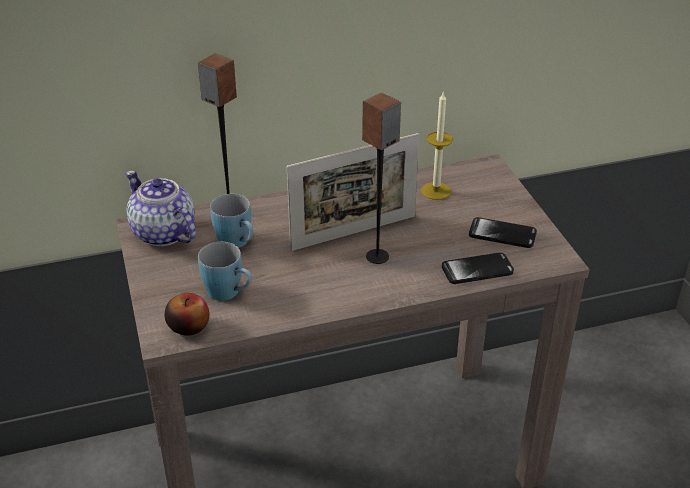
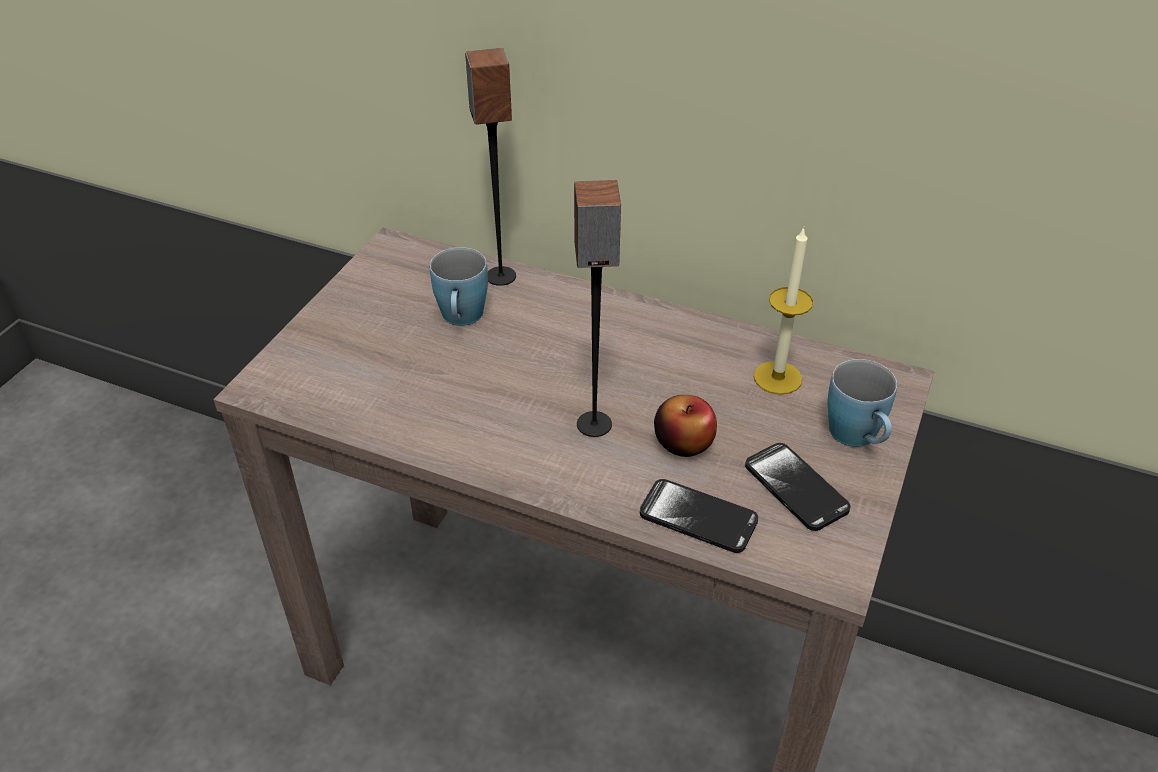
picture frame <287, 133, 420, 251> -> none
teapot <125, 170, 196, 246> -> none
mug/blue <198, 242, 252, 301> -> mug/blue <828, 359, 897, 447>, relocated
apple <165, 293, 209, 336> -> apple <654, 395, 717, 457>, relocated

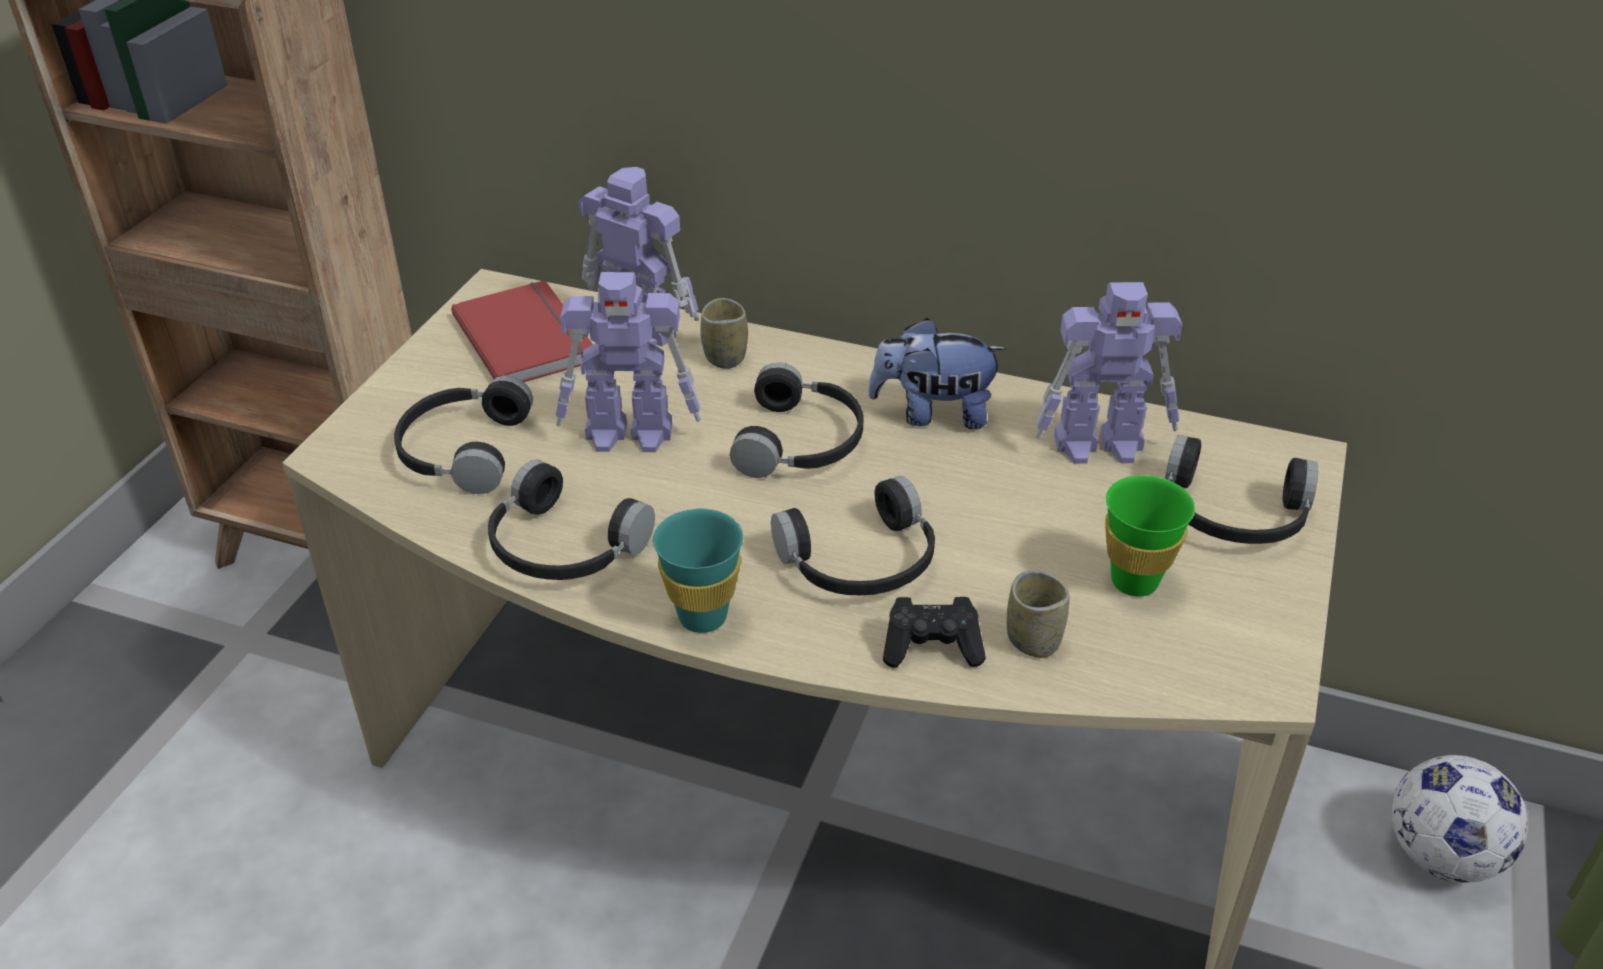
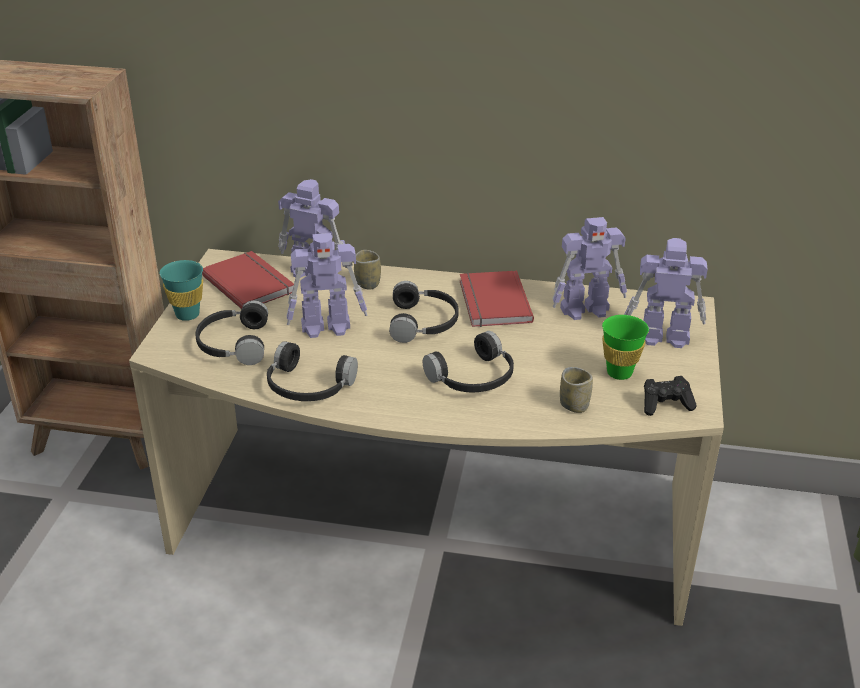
plush toy <868, 318, 1007, 429> -> book/red <460, 271, 534, 327>
headphones/black <1165, 435, 1318, 544> -> toy robot <624, 238, 708, 348>
cup/turquoise <653, 509, 743, 633> -> cup/turquoise <160, 260, 203, 321>, relocated
game controller/black <883, 597, 986, 668> -> game controller/black <644, 376, 697, 416>, relocated
football <1392, 755, 1528, 883> -> none

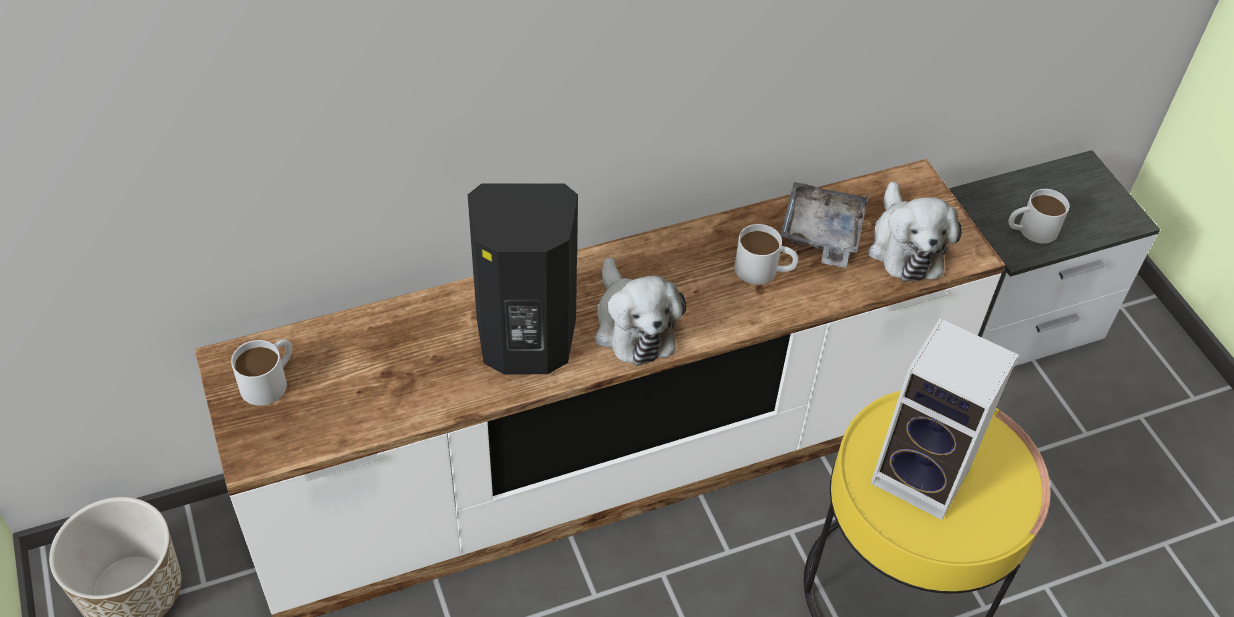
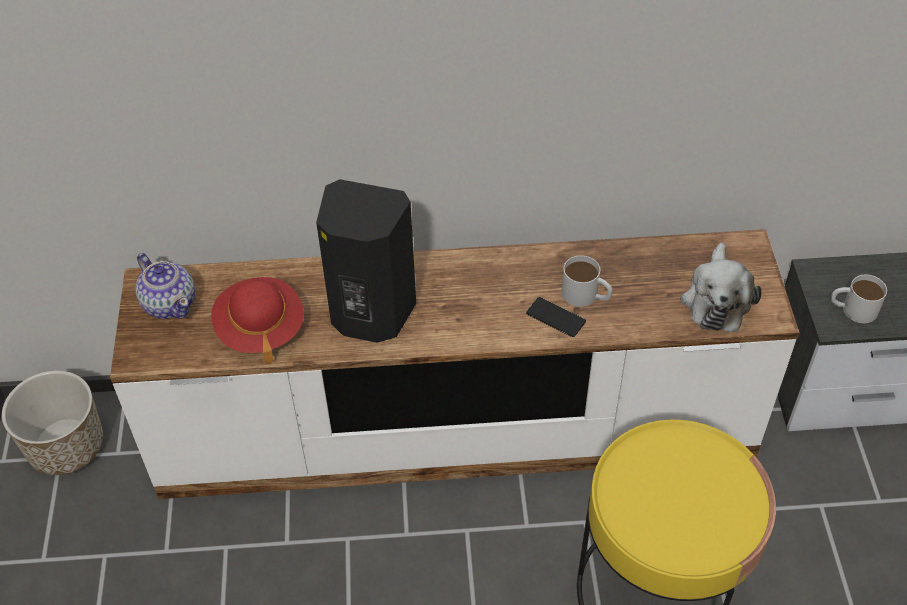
tray/grey <780, 182, 869, 268> -> none
plush toy <595, 257, 686, 366> -> none
speaker <871, 318, 1018, 520> -> none
mug/white <231, 339, 292, 406> -> teapot <136, 253, 195, 319>
none -> hat/red <211, 277, 304, 364>
none -> phone <526, 297, 586, 337>

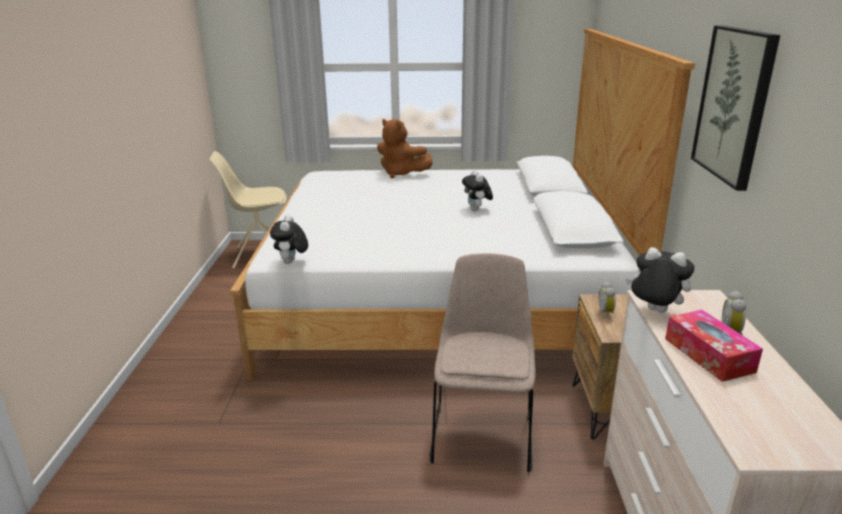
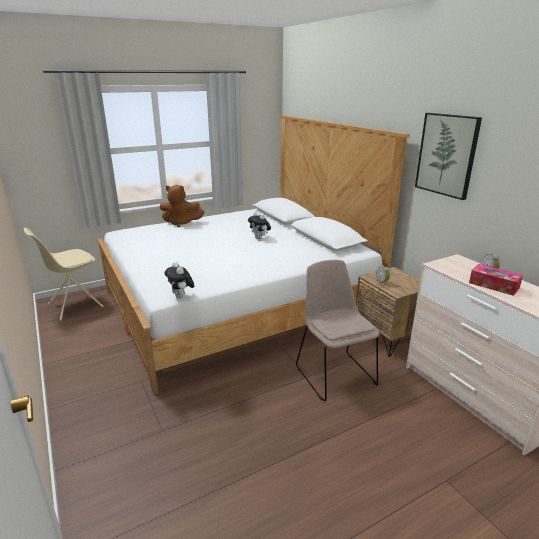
plush toy <626, 247, 694, 313> -> none

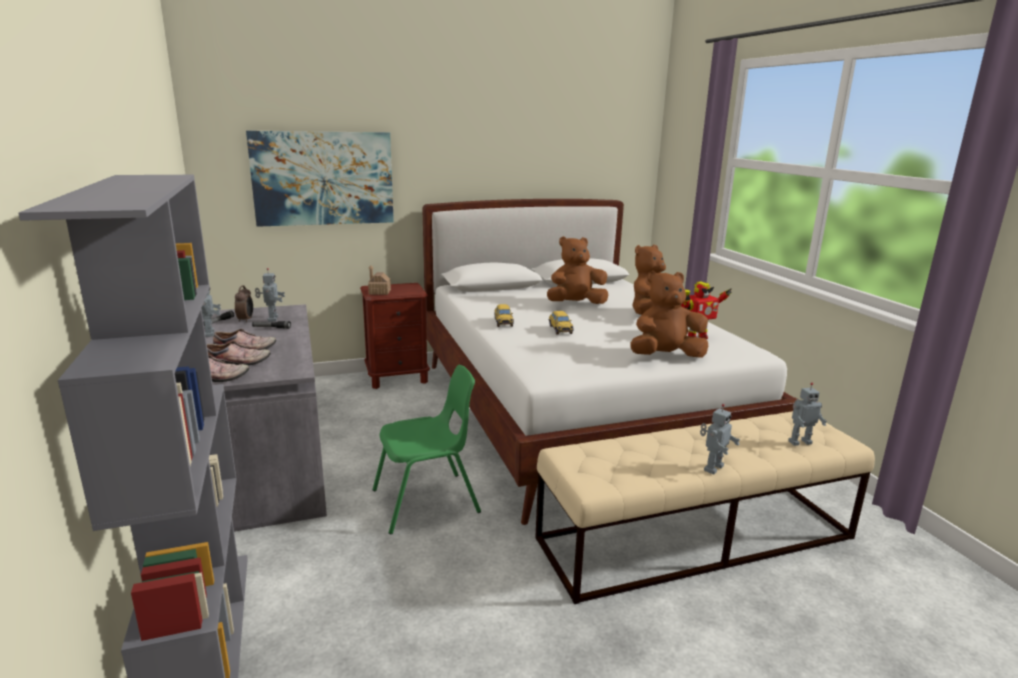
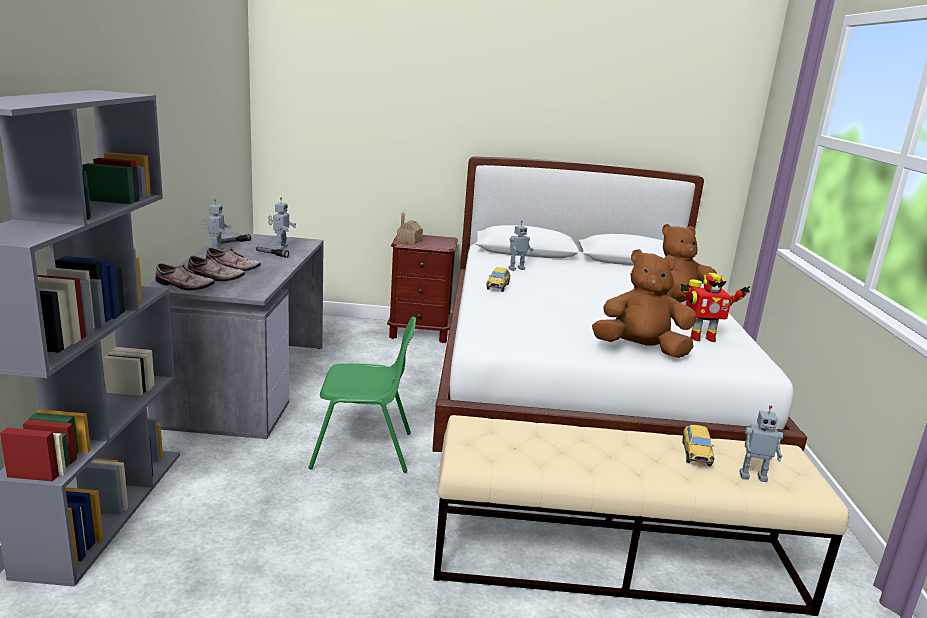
picture <246, 131, 394, 227> -> none
plush toy/brown <547, 236, 608, 304> -> none
alarm clock <235, 285, 253, 323> -> none
toy car <549, 311, 574, 335> -> toy car <682, 425, 714, 466>, relocated
toy robot <700, 404, 740, 474> -> toy robot <508, 221, 533, 271>, relocated

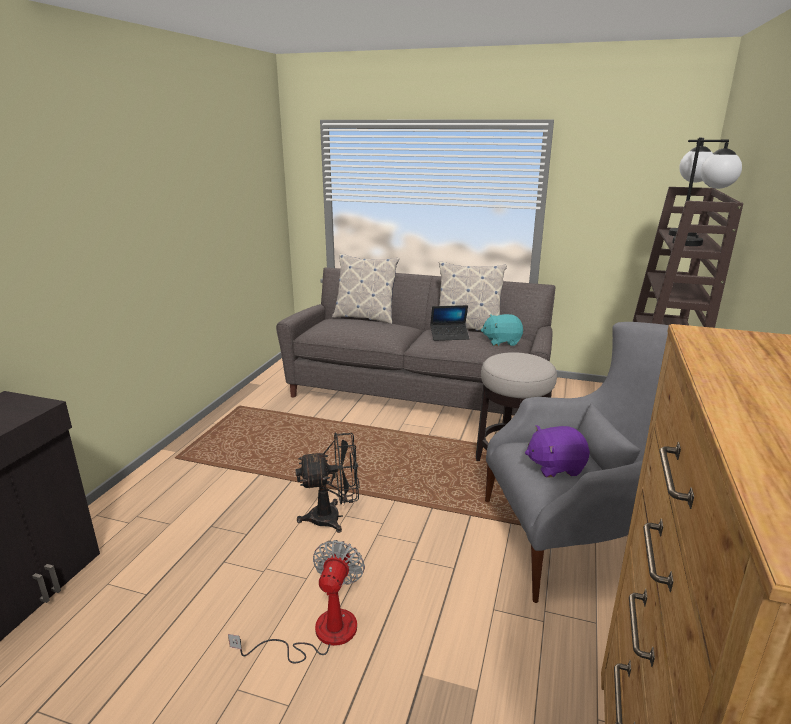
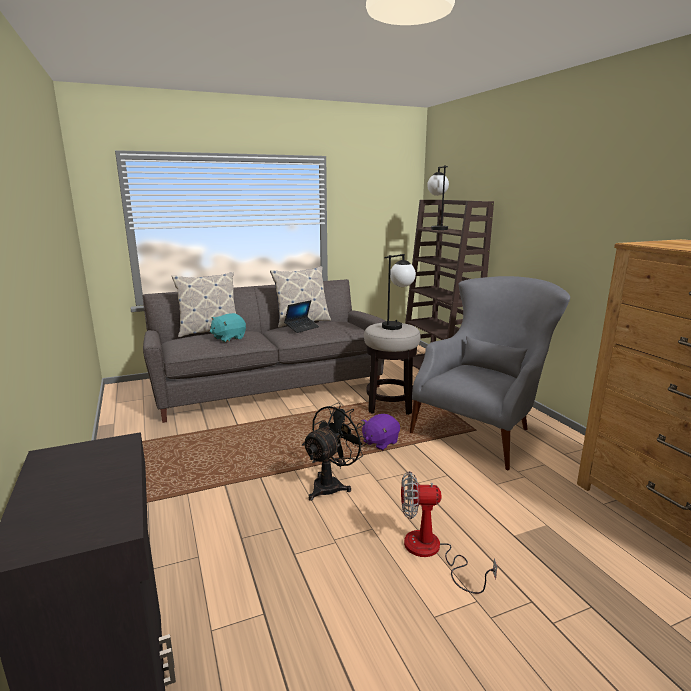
table lamp <672, 139, 742, 246> -> table lamp <382, 254, 416, 330>, relocated
plush toy/turquoise <481, 314, 523, 346> -> plush toy/turquoise <210, 313, 246, 342>, relocated
plush toy/purple <525, 425, 590, 477> -> plush toy/purple <362, 414, 400, 450>, relocated
fan <228, 540, 365, 664> -> fan <401, 471, 497, 594>, 60 degrees counterclockwise

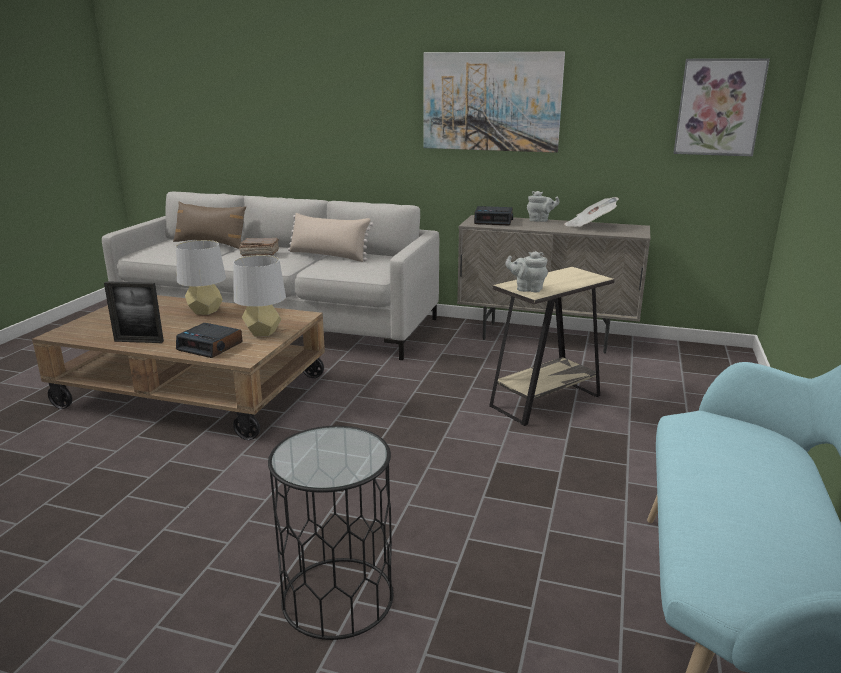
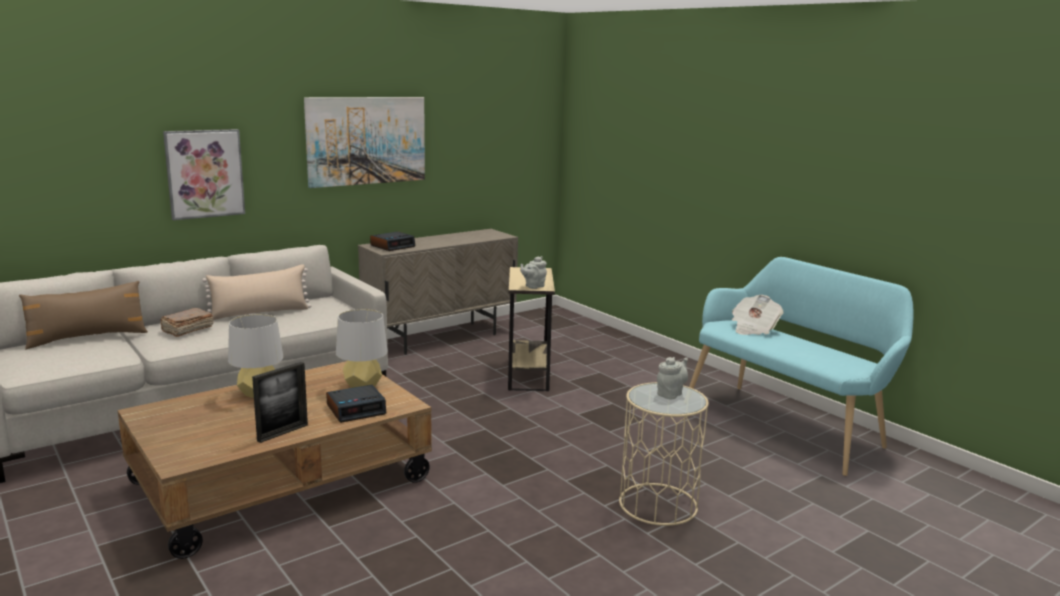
picture <674, 58, 770, 156> -> picture <163, 129, 245, 220>, relocated
teapot/grey <527, 191, 560, 222> -> teapot/grey <657, 357, 688, 399>, relocated
newspaper <564, 197, 619, 227> -> newspaper <732, 295, 783, 335>, relocated
side table/black <268, 426, 393, 640> -> side table/beige <619, 382, 709, 526>

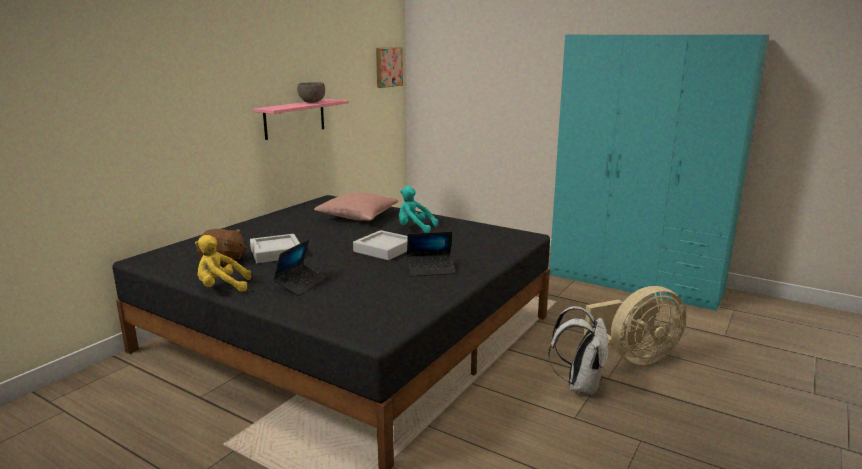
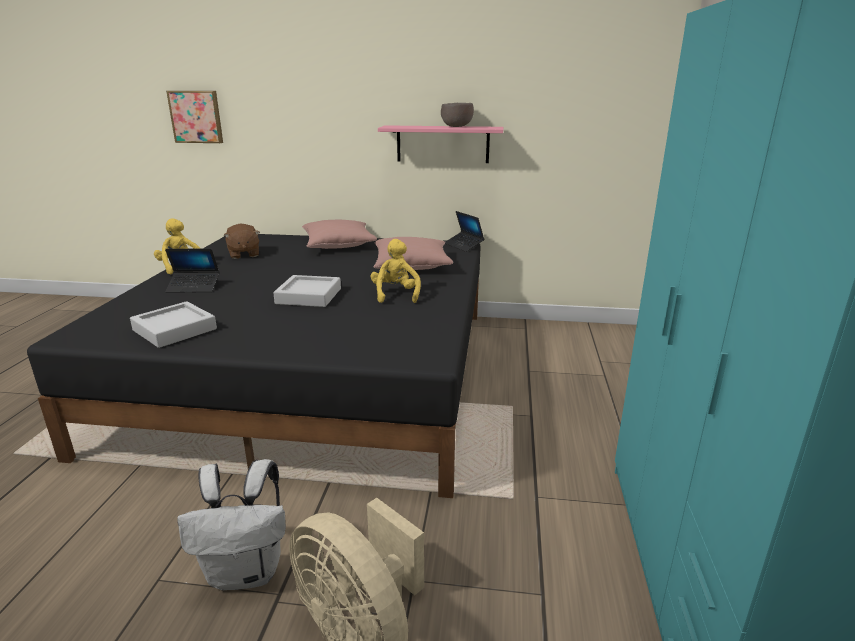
picture <376, 47, 403, 88> -> picture <166, 91, 223, 143>, relocated
plush toy/turquoise <399, 186, 438, 233> -> plush toy/yellow <371, 239, 421, 303>
laptop <407, 232, 455, 276> -> laptop <445, 211, 485, 252>, relocated
tray/grey <250, 234, 300, 263> -> tray/grey <130, 301, 217, 348>, relocated
none -> pillow/pink <302, 220, 377, 249>

